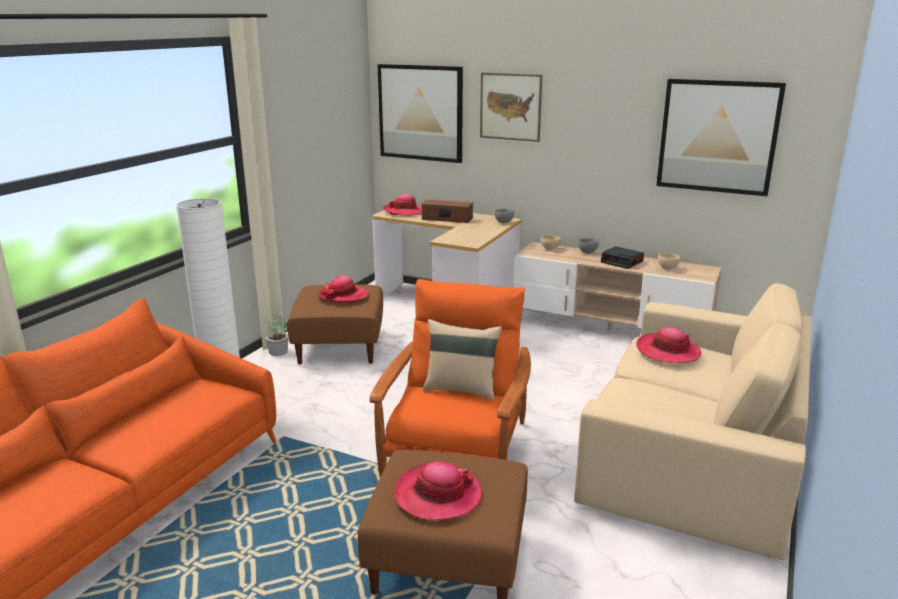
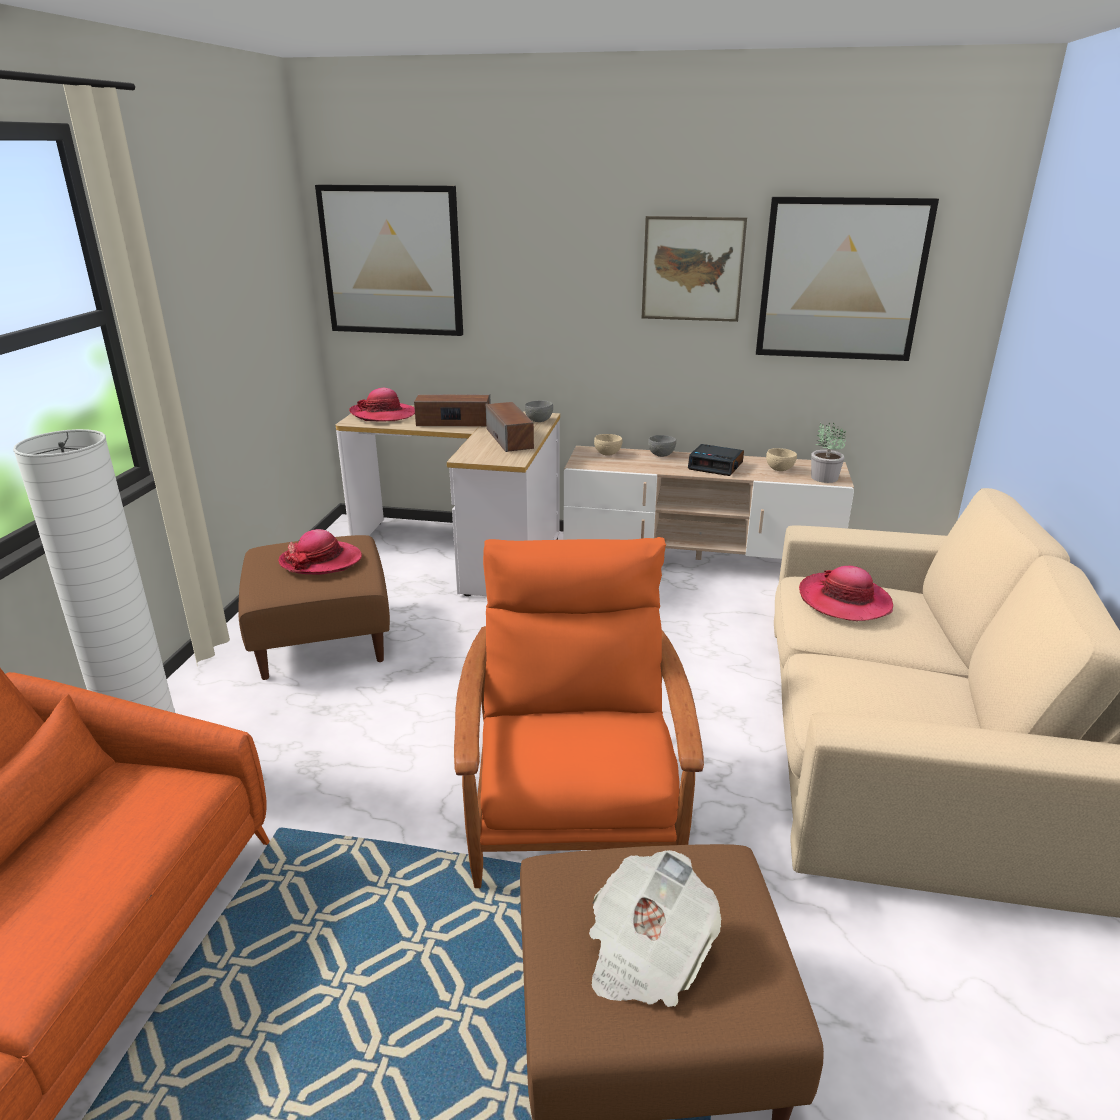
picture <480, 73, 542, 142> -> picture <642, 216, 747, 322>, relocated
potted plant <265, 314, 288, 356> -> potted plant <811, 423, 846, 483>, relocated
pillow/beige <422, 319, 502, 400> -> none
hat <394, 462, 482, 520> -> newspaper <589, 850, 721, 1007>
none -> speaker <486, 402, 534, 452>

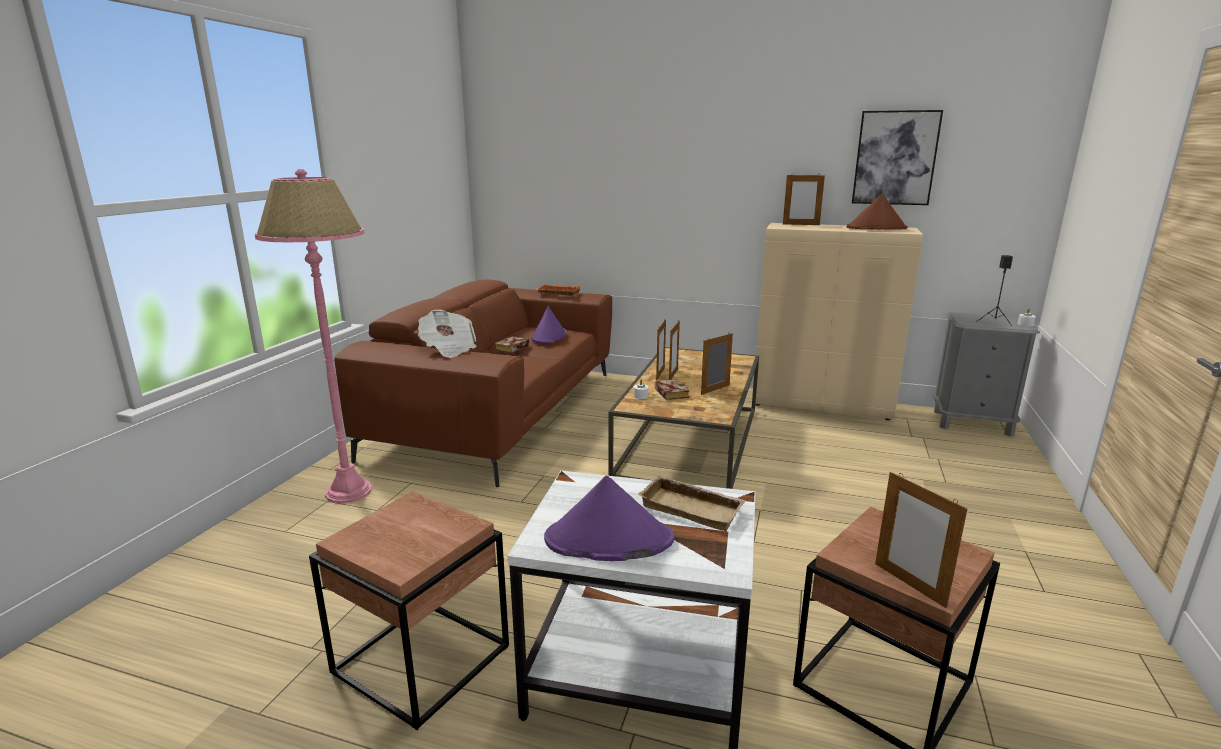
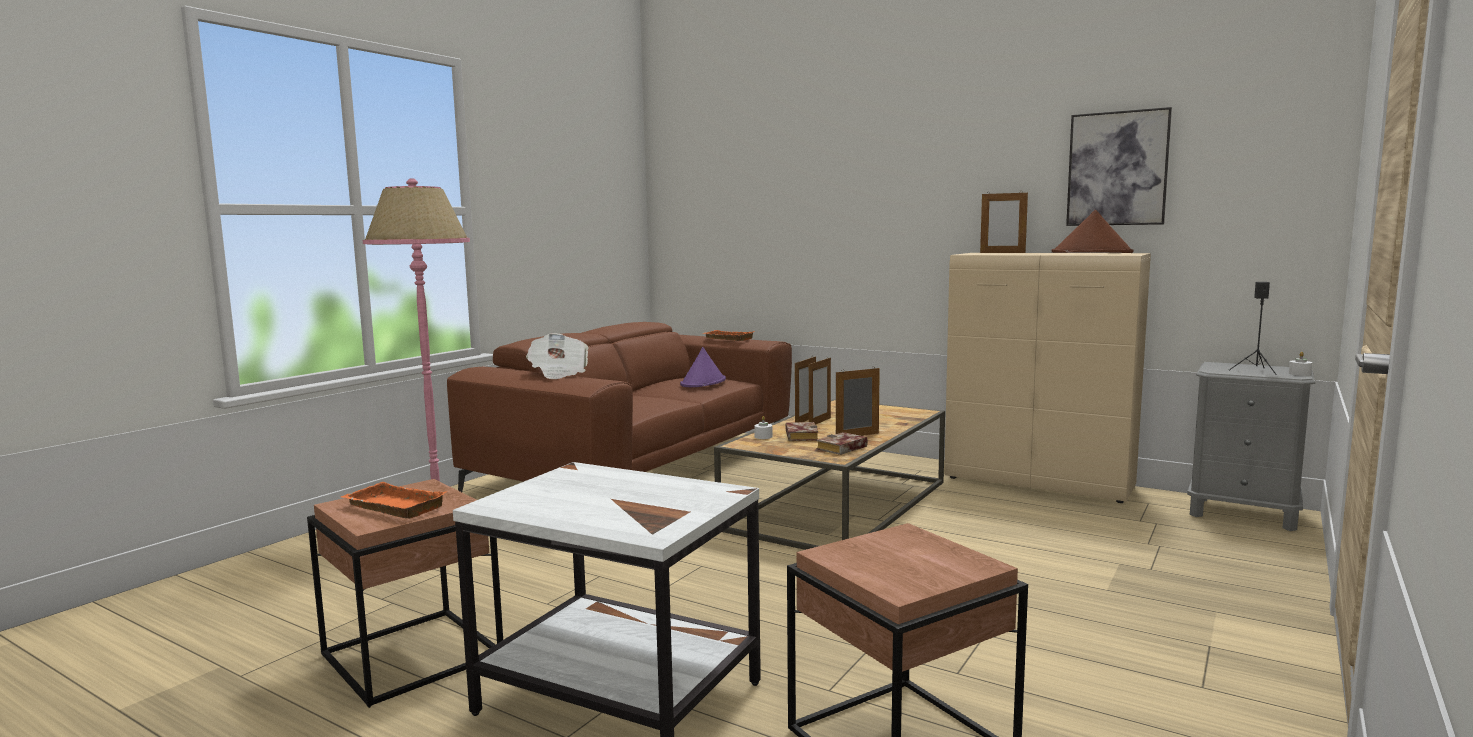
book <495, 336, 529, 353> -> book <816, 432, 868, 455>, relocated
picture frame <875, 472, 967, 608> -> none
tray/beige <637, 475, 746, 531> -> none
hat/purple <544, 476, 674, 561> -> none
none -> tray/orange <341, 482, 447, 518>

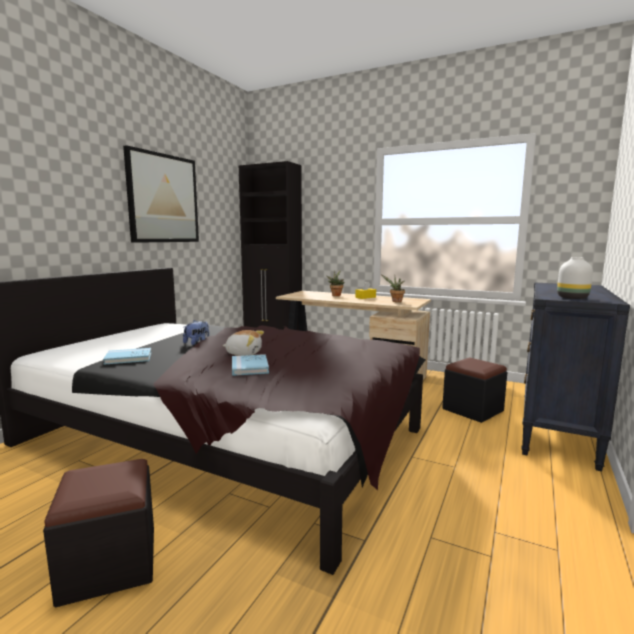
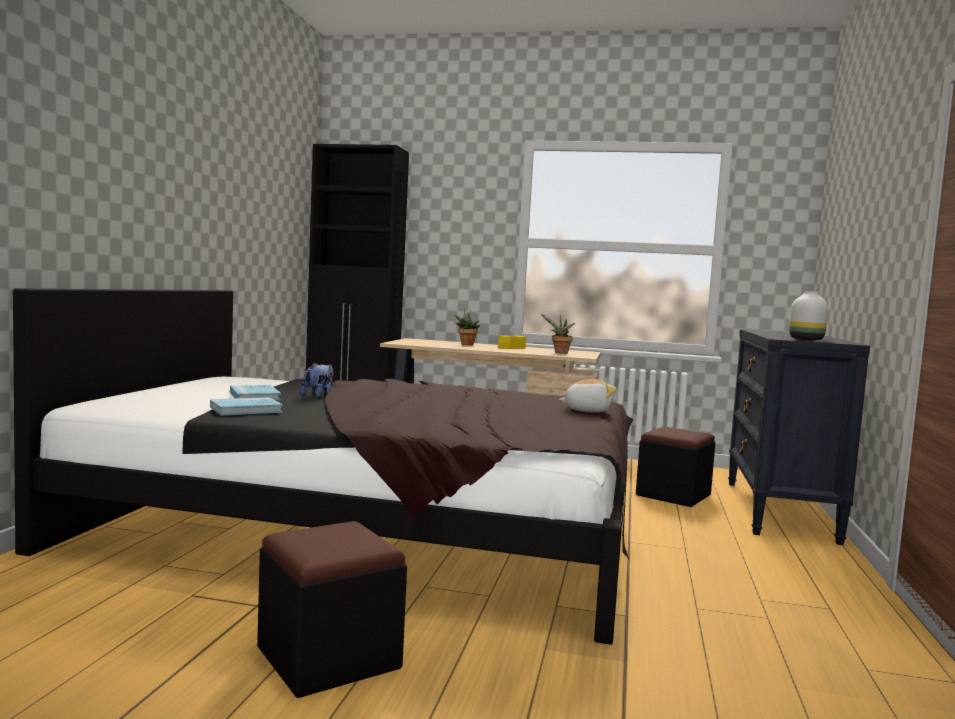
picture <123, 145, 199, 243> -> none
plush toy <222, 330, 264, 356> -> plush toy <559, 379, 617, 413>, relocated
book/blue <232, 354, 269, 376> -> book/blue <230, 385, 281, 401>, relocated

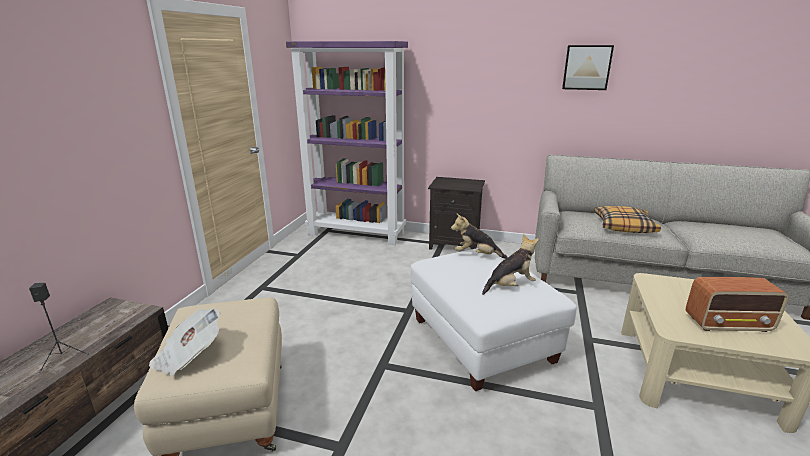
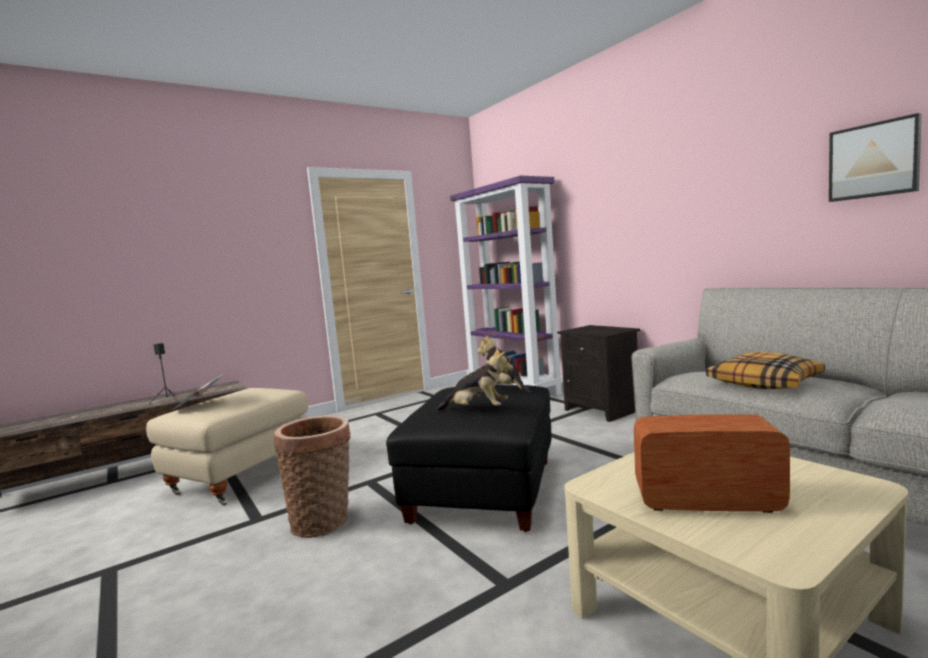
picture <562, 45, 614, 90> -> picture <829, 113, 922, 202>, relocated
ottoman/white <411, 248, 577, 391> -> ottoman/black <386, 385, 551, 532>
radio <686, 277, 789, 332> -> radio <633, 414, 790, 513>, 150 degrees clockwise
none -> basket <274, 416, 351, 538>

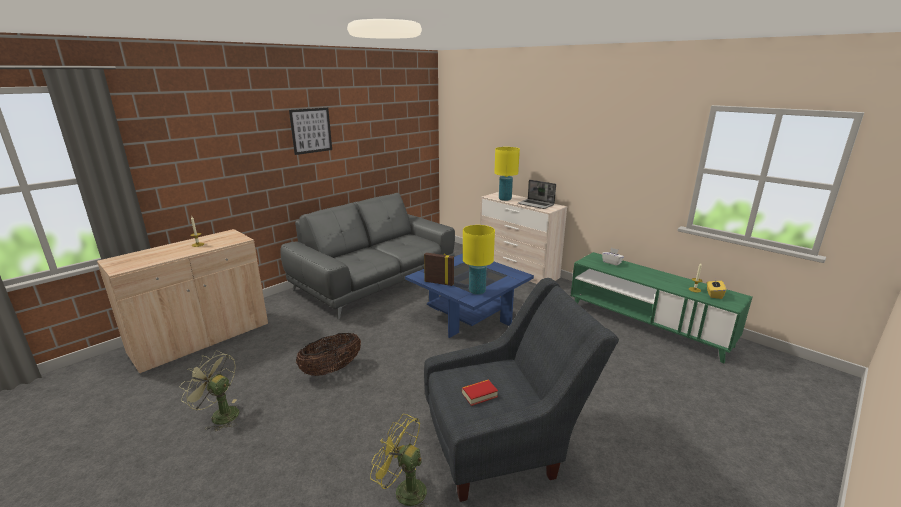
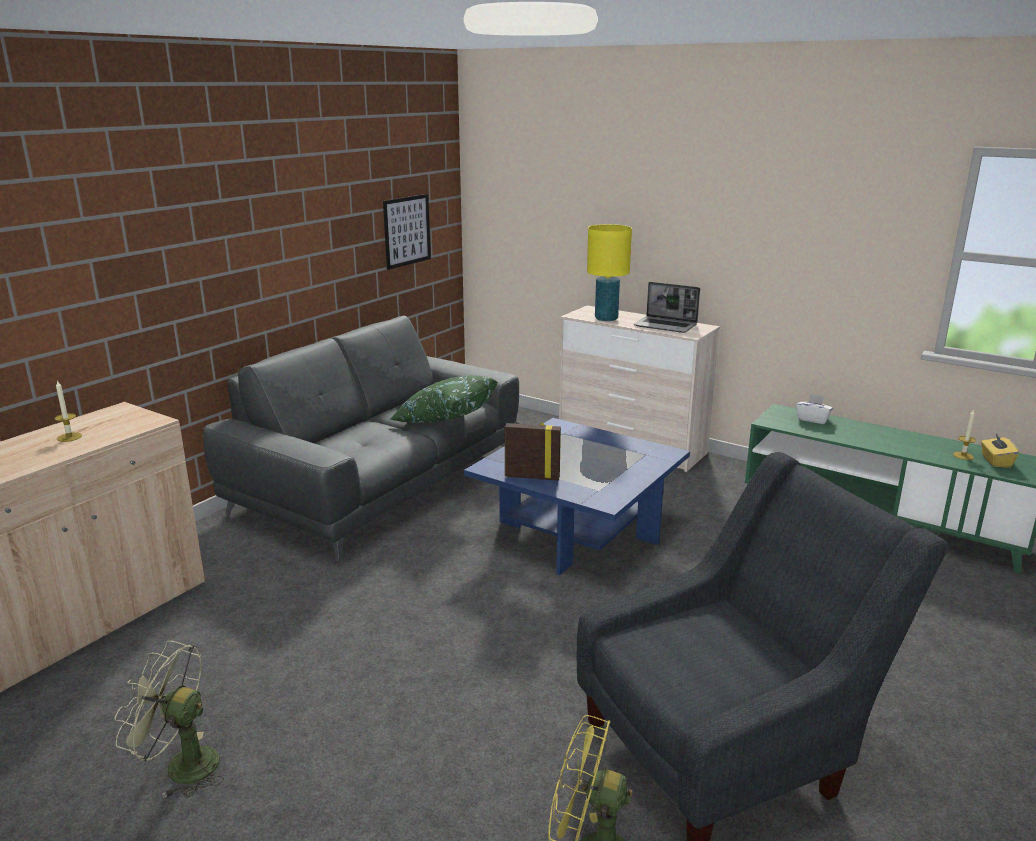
picture <289, 108, 332, 155> -> picture <383, 194, 431, 270>, relocated
table lamp/yellow <463, 225, 495, 295> -> none
basket <296, 333, 361, 376> -> none
book <462, 379, 498, 406> -> none
none -> pillow/green <389, 375, 498, 423>

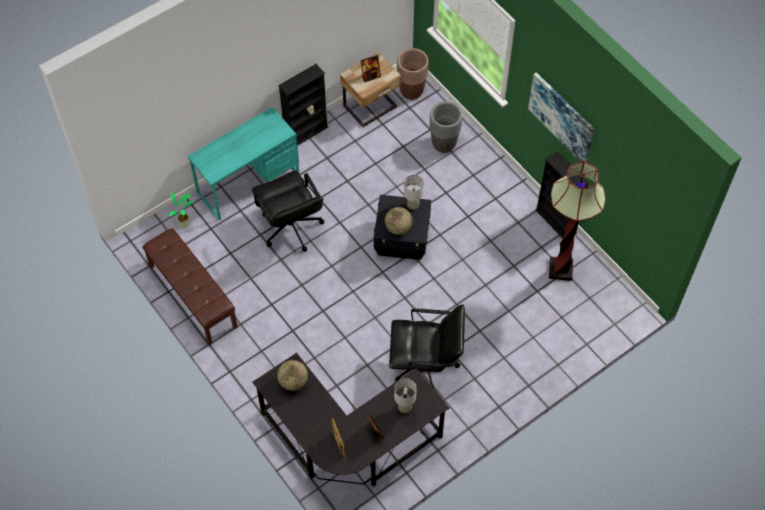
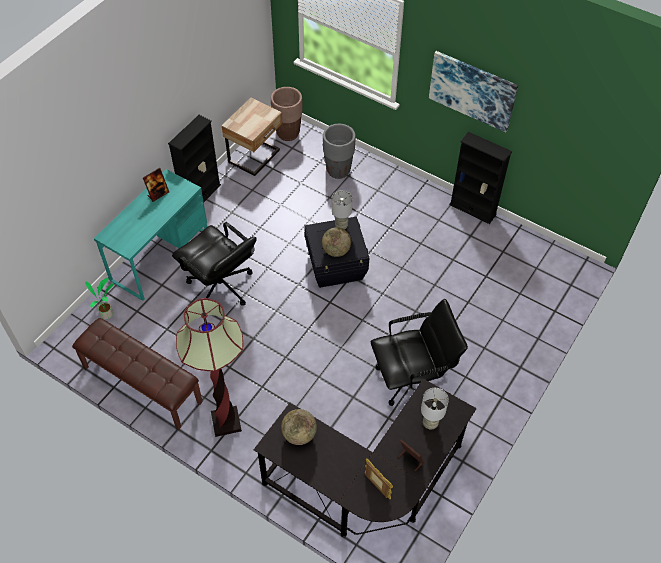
picture frame <361, 55, 381, 83> -> picture frame <143, 168, 169, 202>, relocated
floor lamp <549, 161, 606, 281> -> floor lamp <176, 298, 243, 437>, relocated

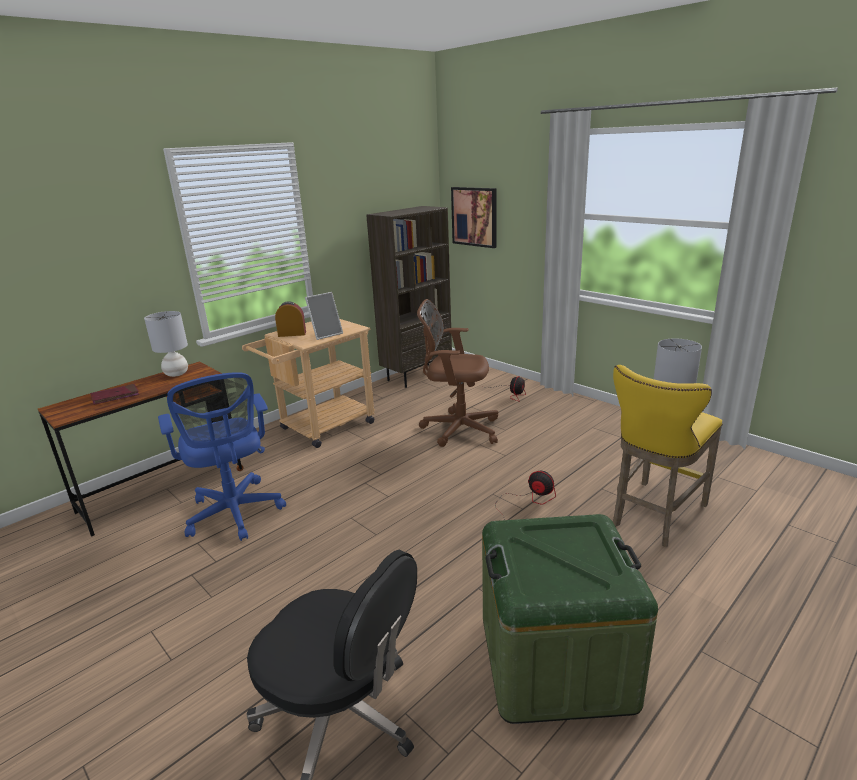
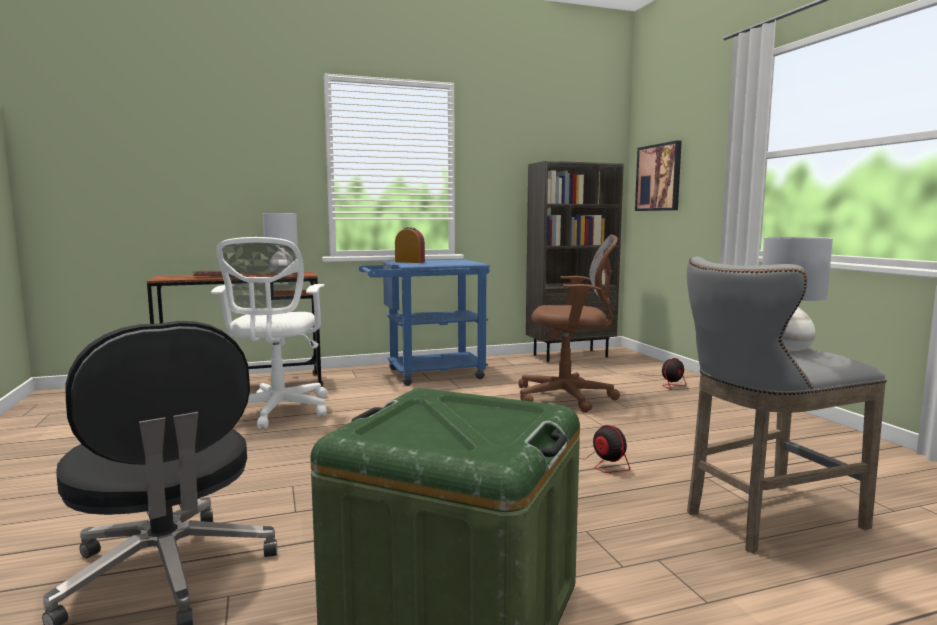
picture frame <305, 292, 343, 340> -> none
office chair/brown <417, 299, 498, 447> -> office chair/brown <518, 234, 620, 413>, 150 degrees clockwise
cart/beige <242, 319, 375, 448> -> cart/blue <359, 260, 490, 386>
stool/yellow <613, 365, 723, 547> -> stool/grey <687, 257, 887, 553>
office chair/blue <158, 372, 286, 541> -> office chair/white <211, 237, 328, 429>

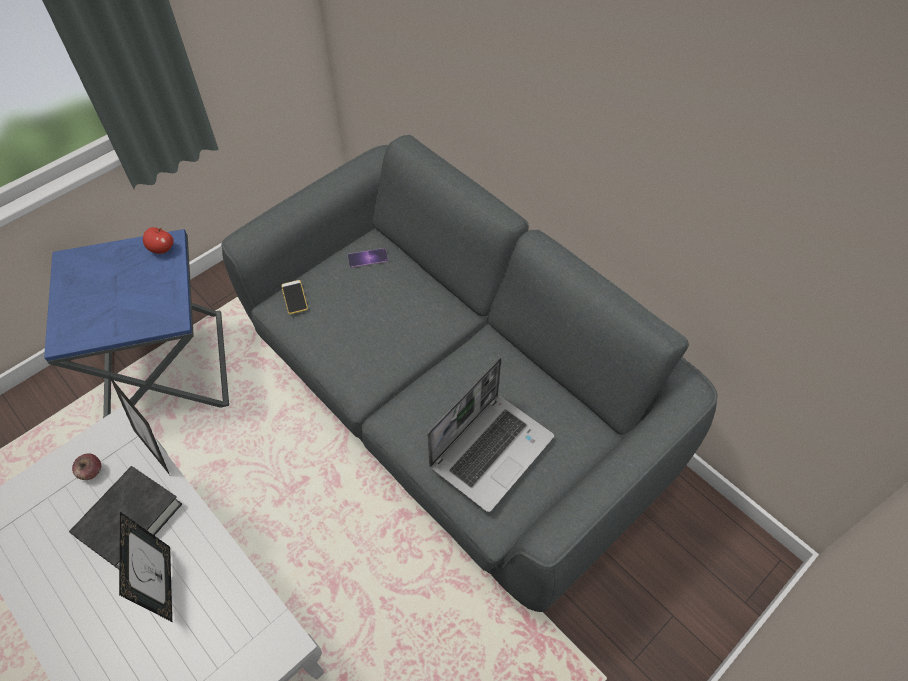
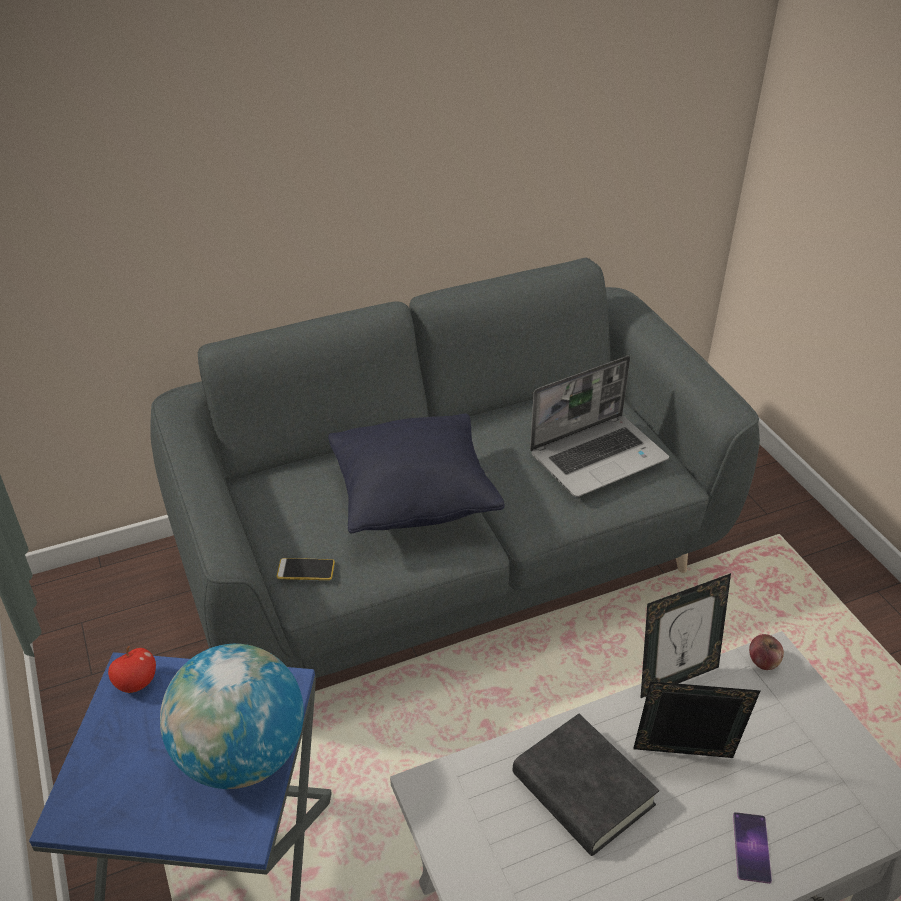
phone <348, 248, 388, 268> -> phone <733, 812, 772, 884>, relocated
laptop <427, 358, 554, 512> -> laptop <530, 356, 669, 497>, 90 degrees clockwise
picture frame <109, 376, 170, 475> -> picture frame <640, 573, 731, 698>, relocated
apple <72, 453, 101, 480> -> apple <749, 634, 784, 670>, relocated
none -> pillow/black <328, 413, 505, 533>
none -> globe <160, 644, 304, 789>

